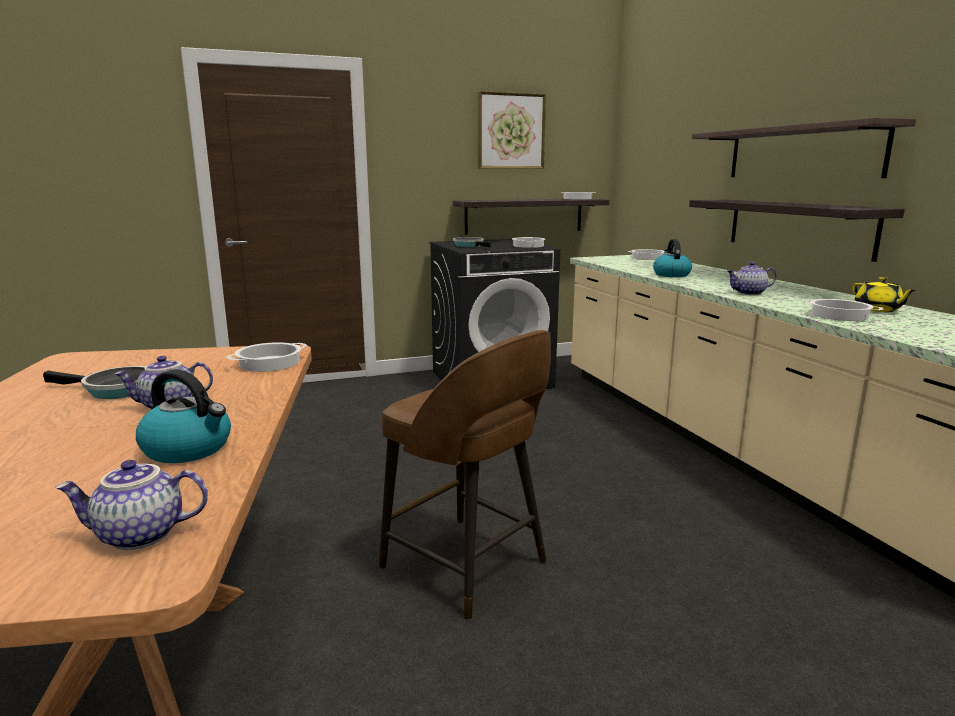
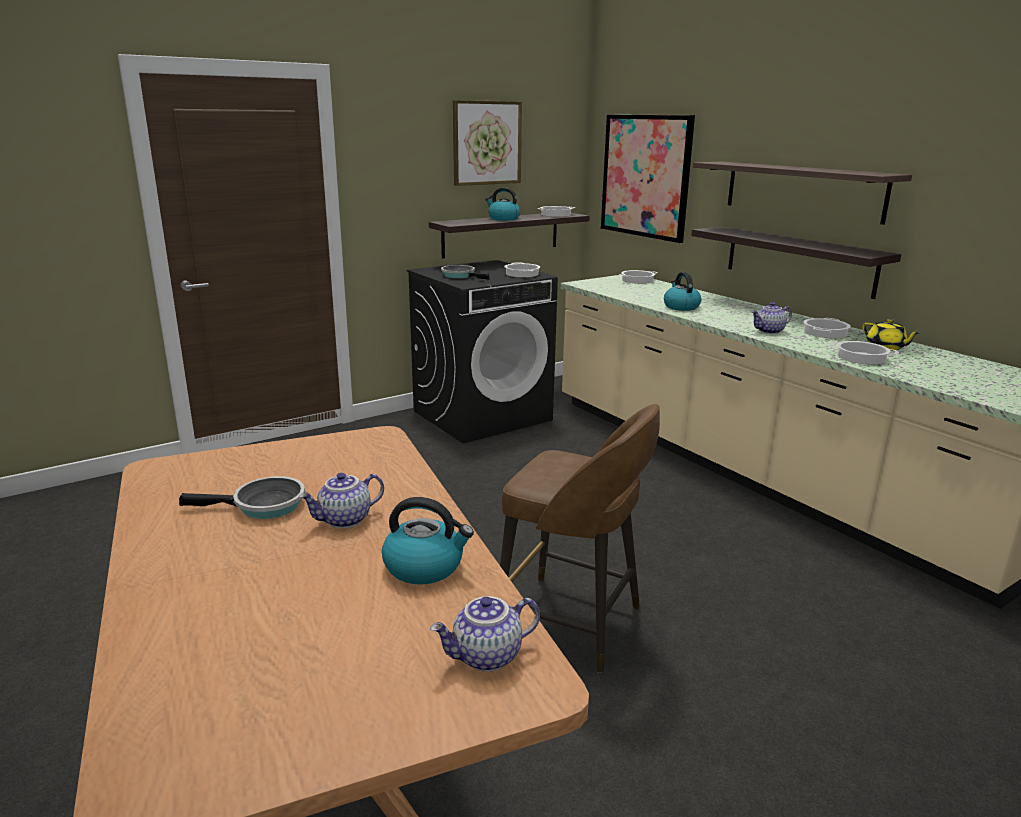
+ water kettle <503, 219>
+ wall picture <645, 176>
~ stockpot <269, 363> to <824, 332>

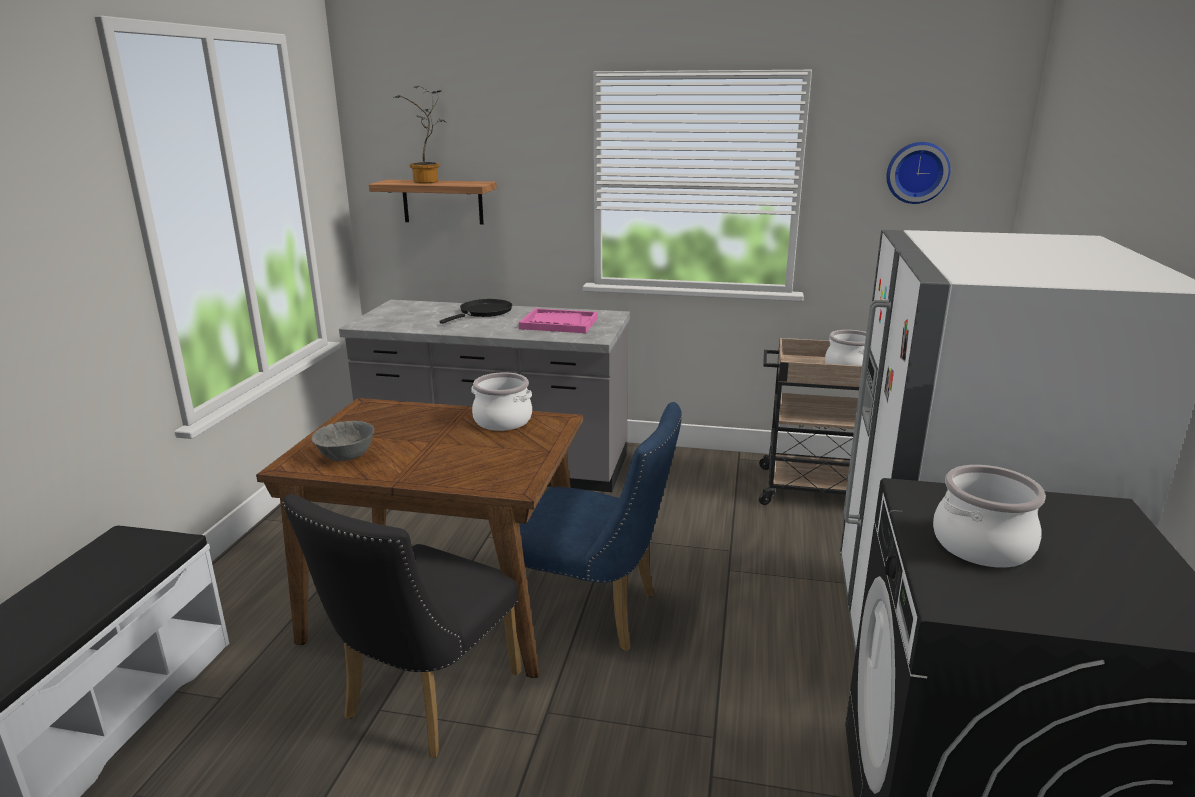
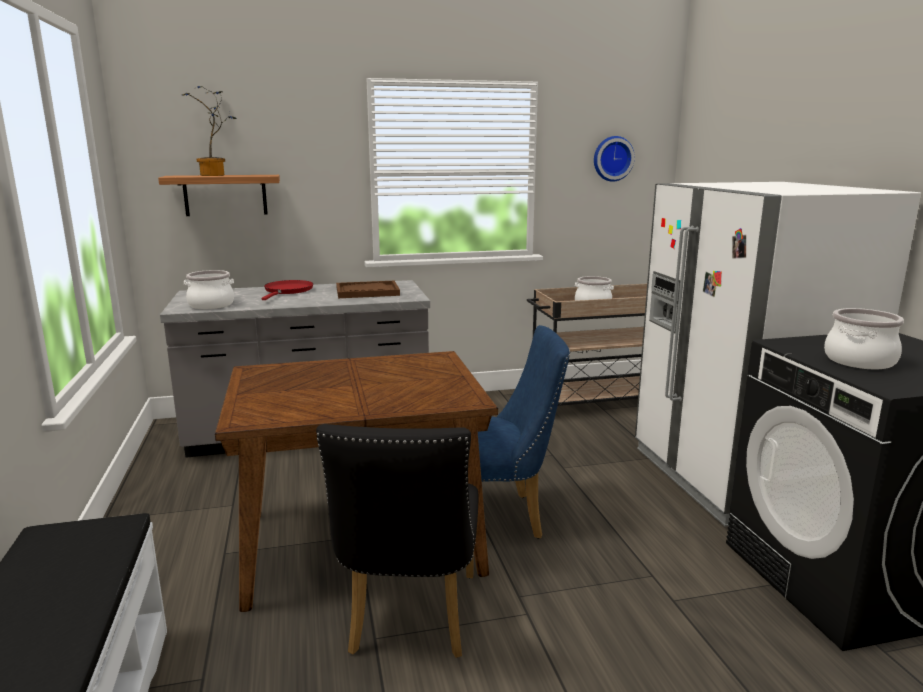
- grey serving bowl <346, 456>
~ stockpot <503, 421> to <211, 305>
~ blackish frying pan <483, 312> to red frying pan <287, 291>
~ pinkish carrying tray <559, 323> to brown carrying tray <367, 292>

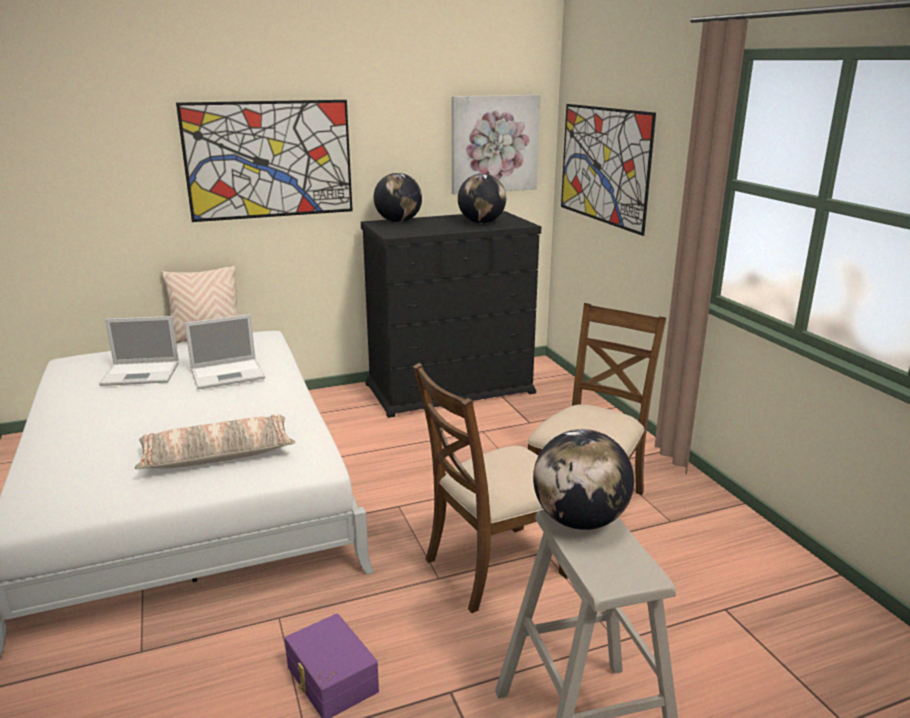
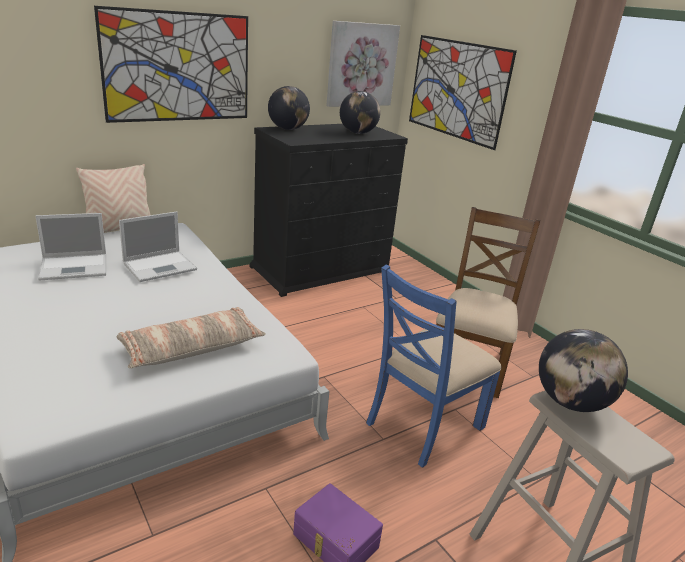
~ brown plain chair <495, 566> to bluish plain chair <423, 424>

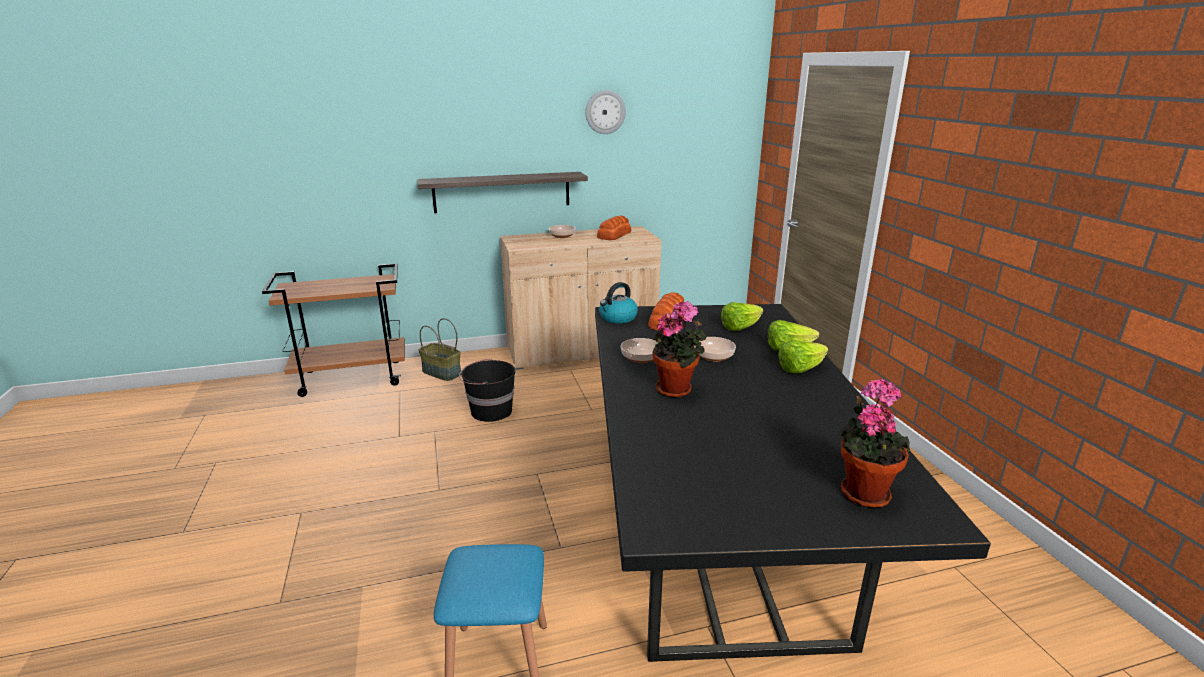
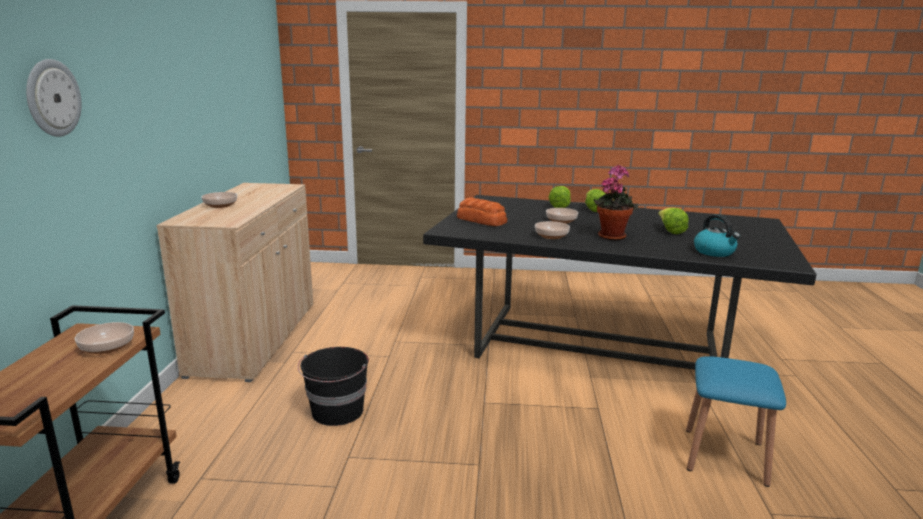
- shelf <502, 192>
- basket <441, 373>
- bread <613, 235>
- houseplant <863, 491>
+ serving bowl <107, 347>
~ wall clock <605, 112> to <52, 98>
~ water kettle <617, 318> to <715, 252>
~ head of lettuce <740, 328> to <670, 231>

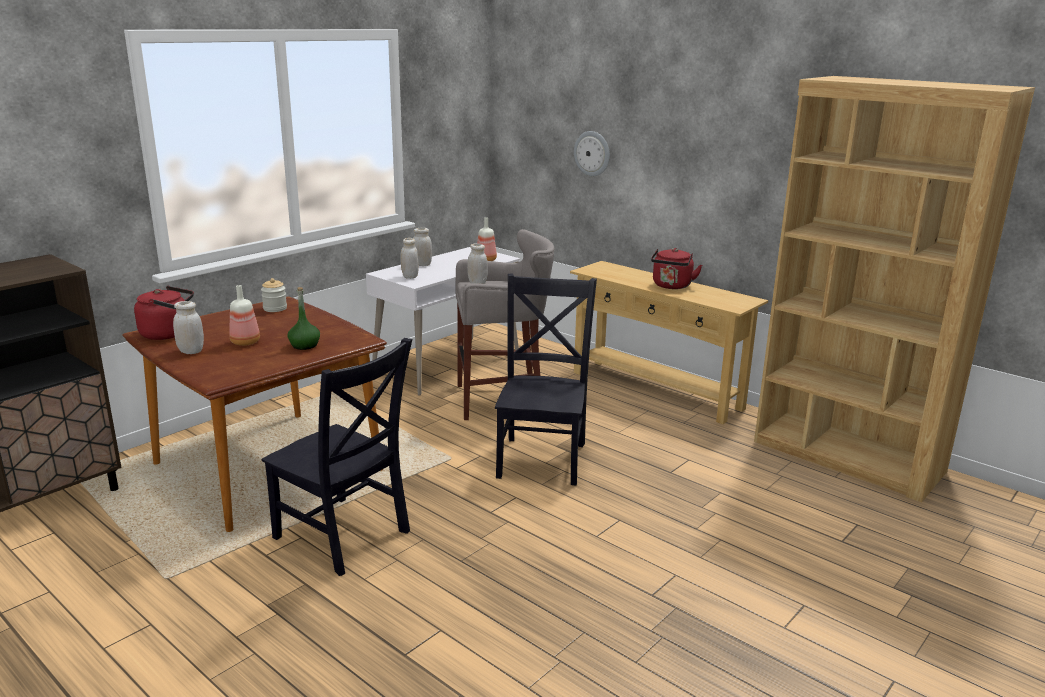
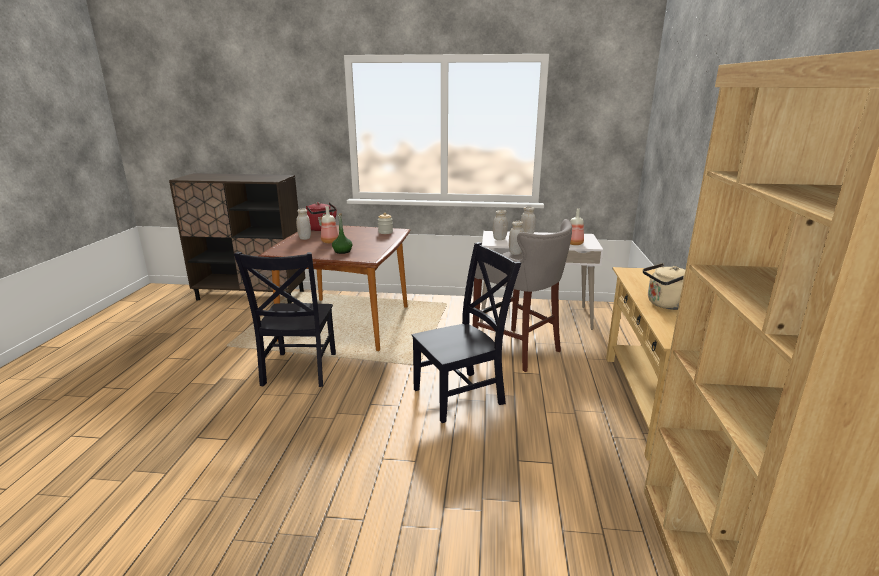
- wall clock <592, 153>
~ red water kettle <671, 286> to beige water kettle <665, 304>

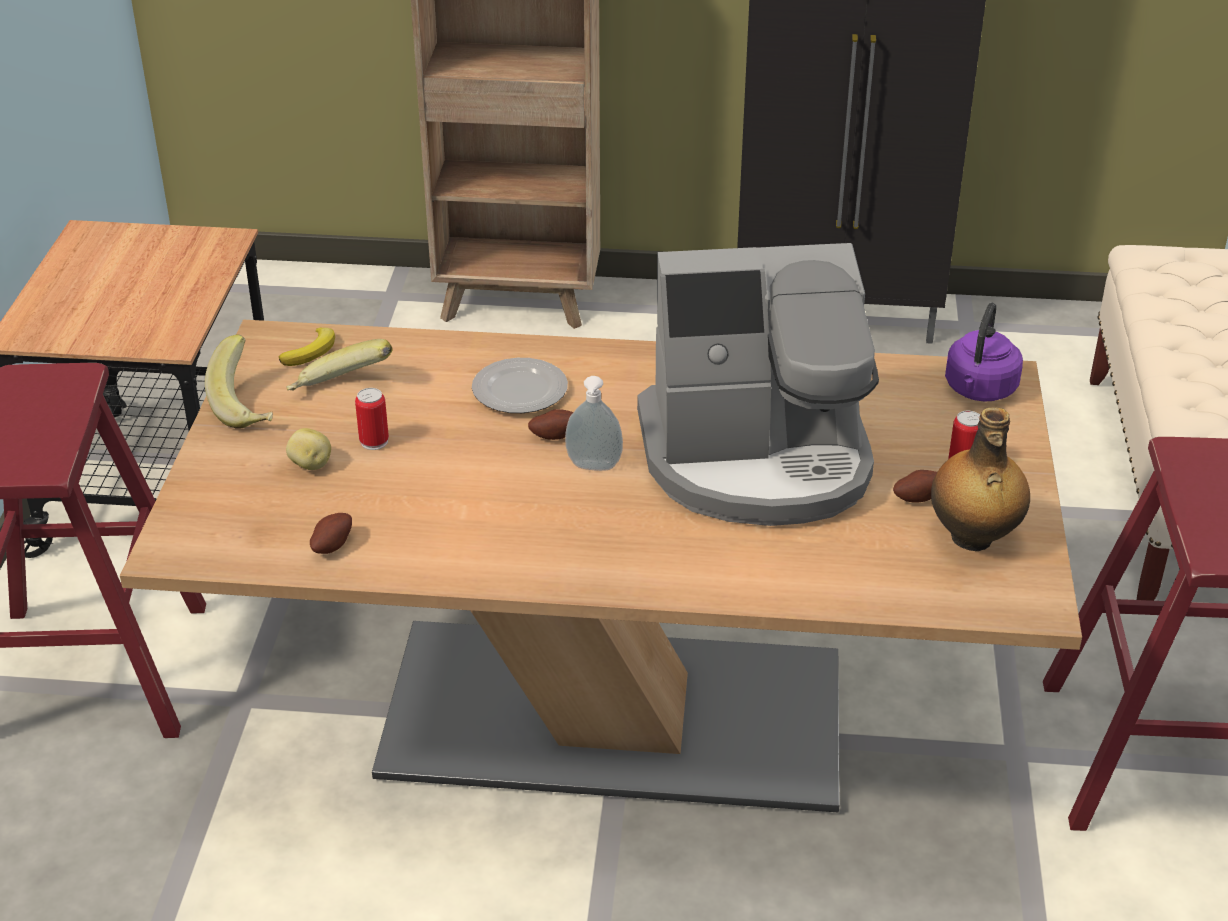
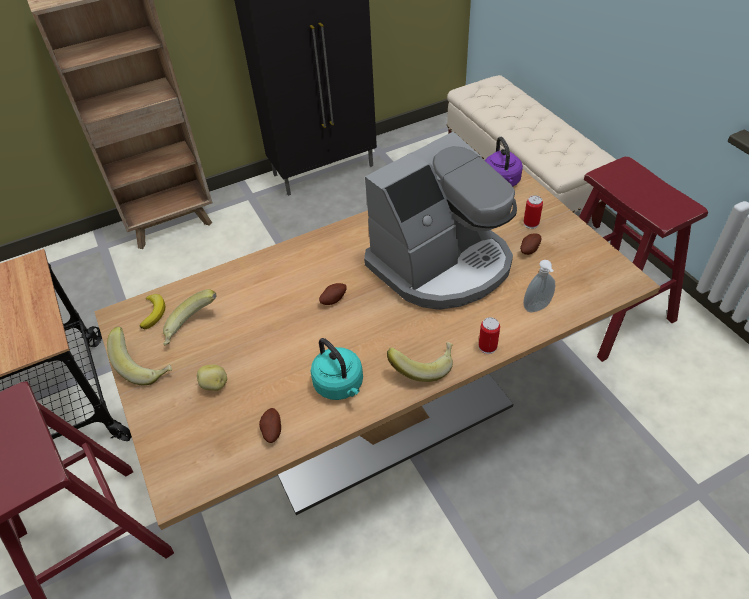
- dinner plate <520, 390>
- bottle <972, 538>
+ turquoise-coloured water kettle <340, 385>
+ whole banana <422, 366>
~ sealed can <374, 441> to <487, 347>
~ liquid soap bottle <593, 467> to <537, 308>

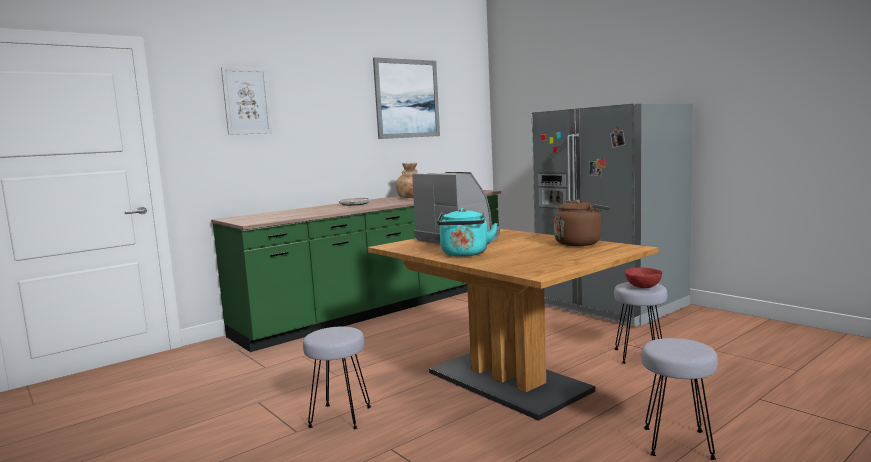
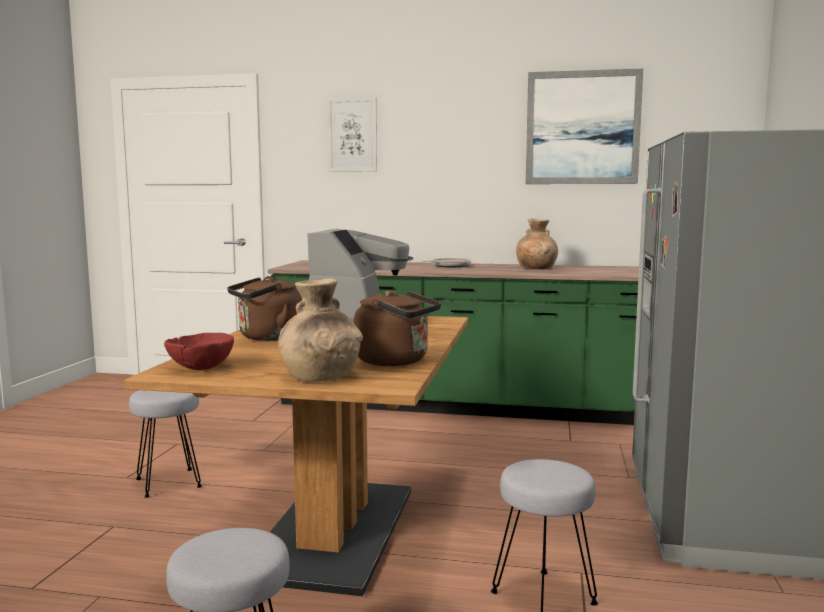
+ brown vase <320, 377>
~ red serving bowl <643, 287> to <200, 368>
~ turquoise-coloured water kettle <465, 254> to brown water kettle <267, 338>

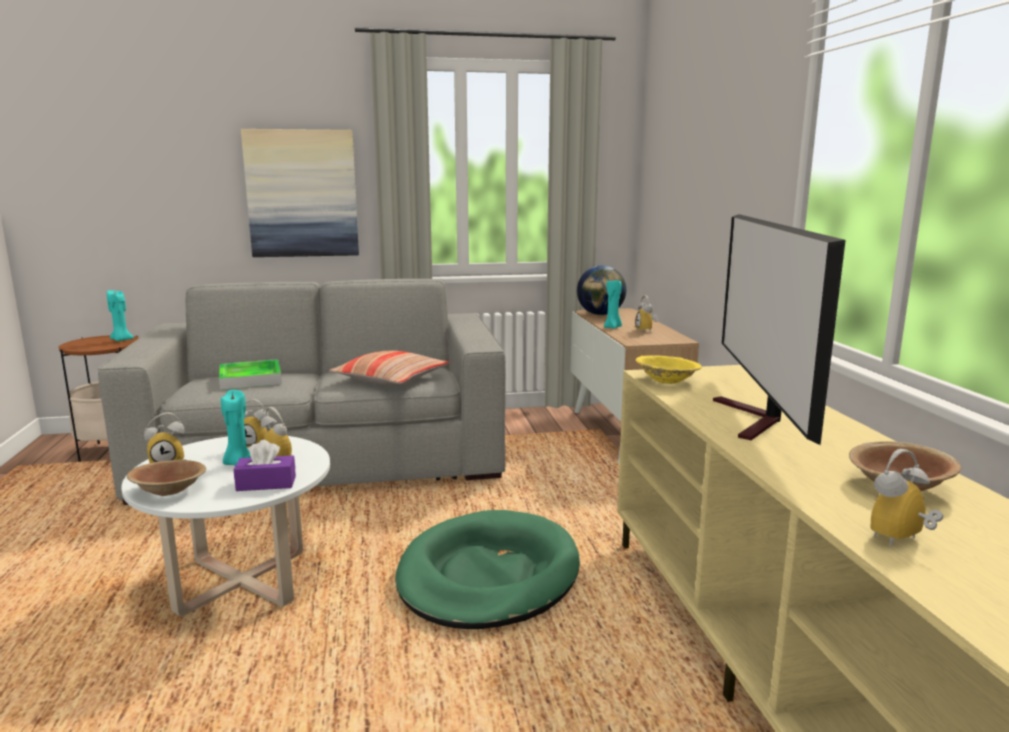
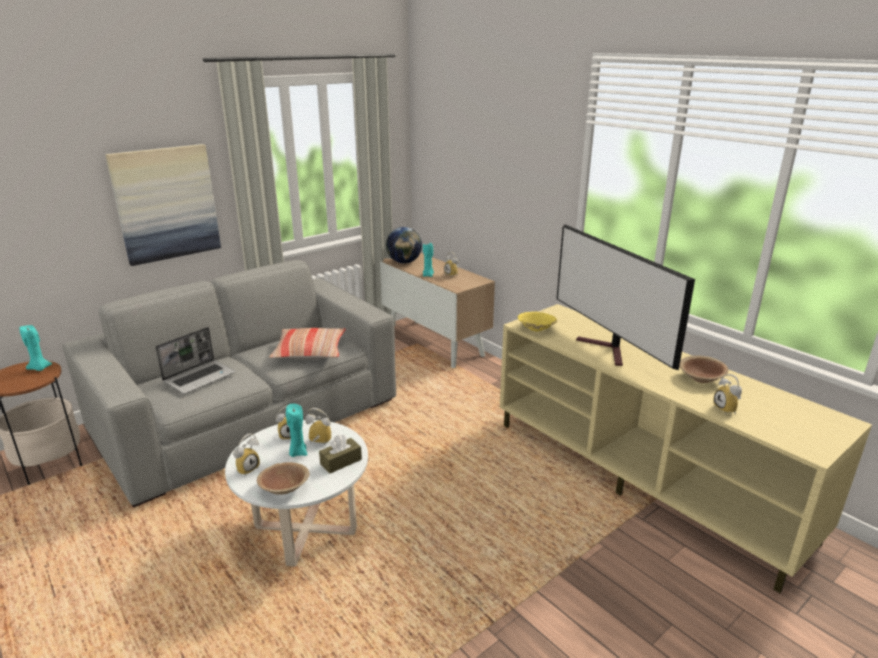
- green pet bed <488, 575>
~ carrying tray <250, 379> to notebook computer <200, 377>
~ purple box of tissues <266, 483> to brown box of tissues <341, 462>
~ alarm clock <901, 541> = <728, 409> 45 degrees counterclockwise

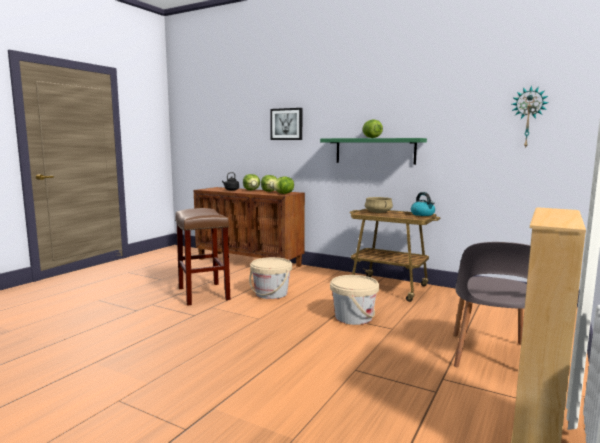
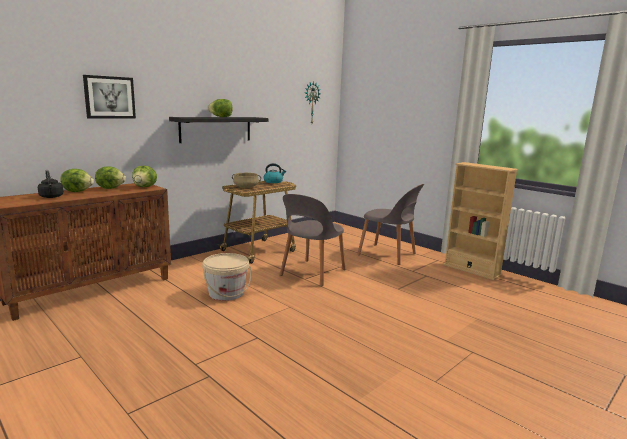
- brown stool <204, 294>
~ beige pail <353, 317> to grey plain chair <312, 273>
~ green shelf <375, 151> to blackish shelf <216, 129>

